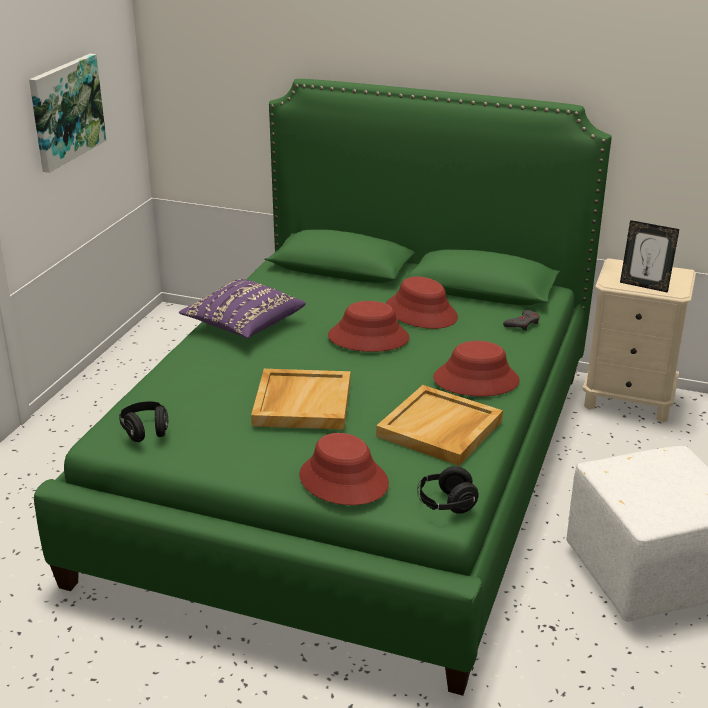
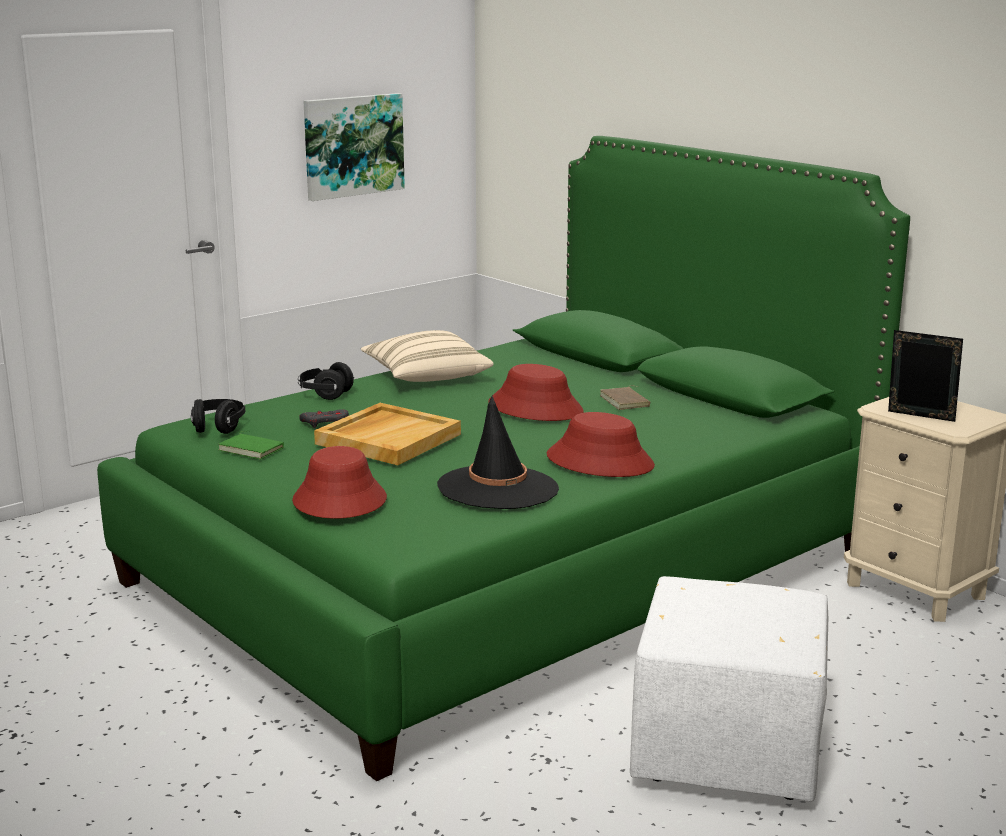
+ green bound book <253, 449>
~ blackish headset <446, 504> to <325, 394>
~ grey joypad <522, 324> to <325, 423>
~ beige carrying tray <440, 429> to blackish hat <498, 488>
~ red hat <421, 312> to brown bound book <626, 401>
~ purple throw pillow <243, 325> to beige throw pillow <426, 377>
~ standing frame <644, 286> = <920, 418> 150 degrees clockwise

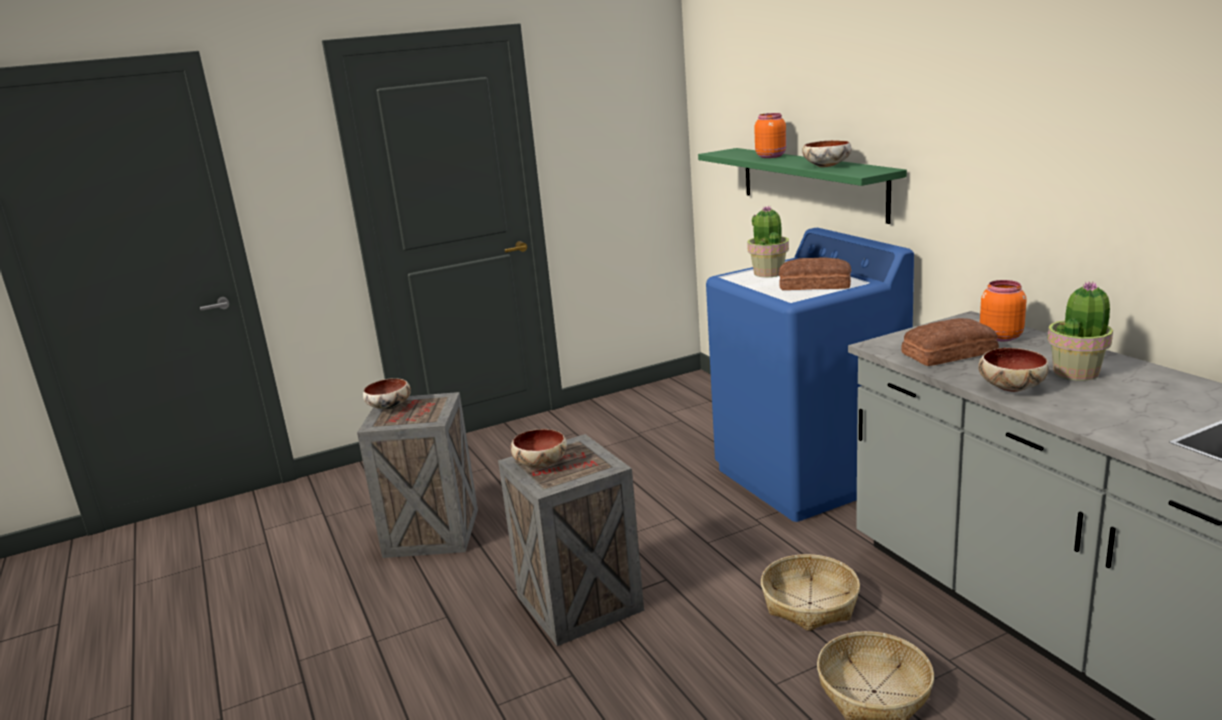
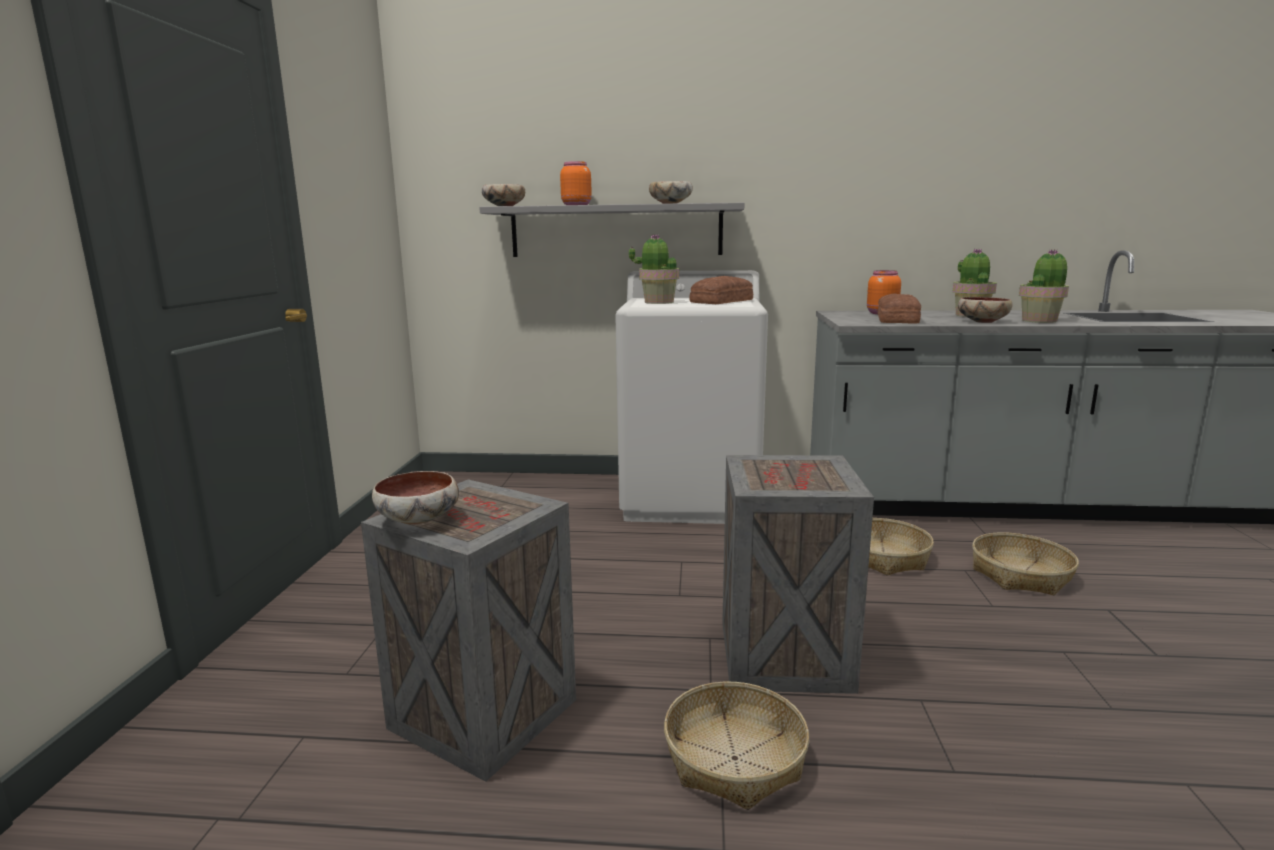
+ basket <734, 758>
+ houseplant <1040, 320>
~ serving bowl <539, 464> to <503, 206>
~ green shelf <811, 182> to grey shelf <616, 231>
~ bluish washing machine <809, 476> to whitish washing machine <691, 498>

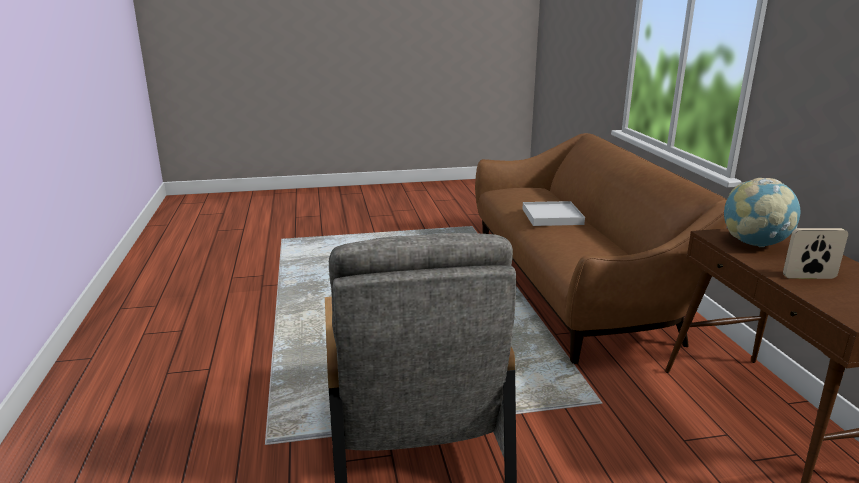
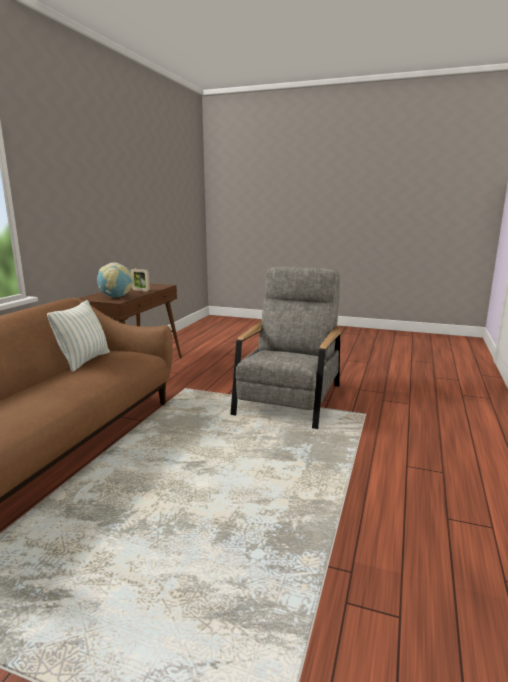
- whitish carrying tray <552, 216>
+ throw pillow <84, 361>

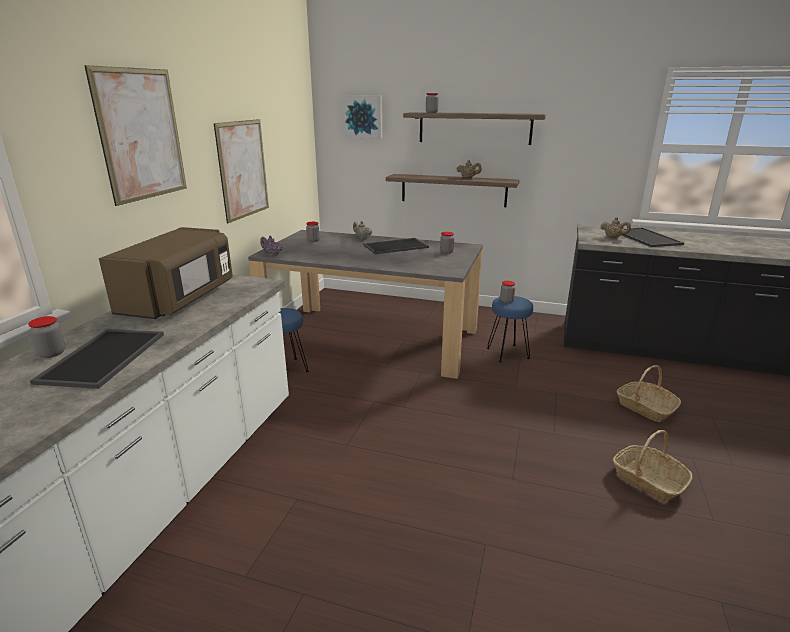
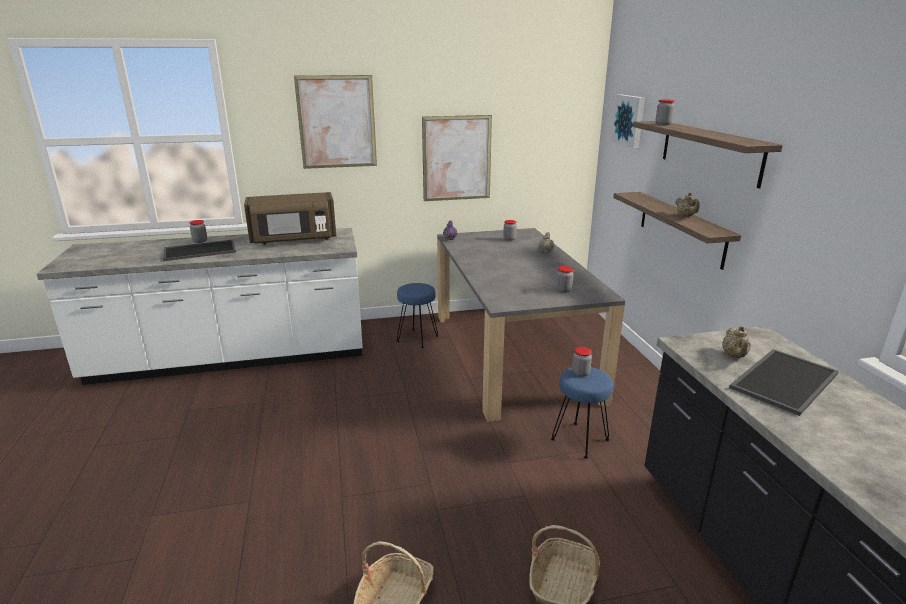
- carrying tray <396, 246>

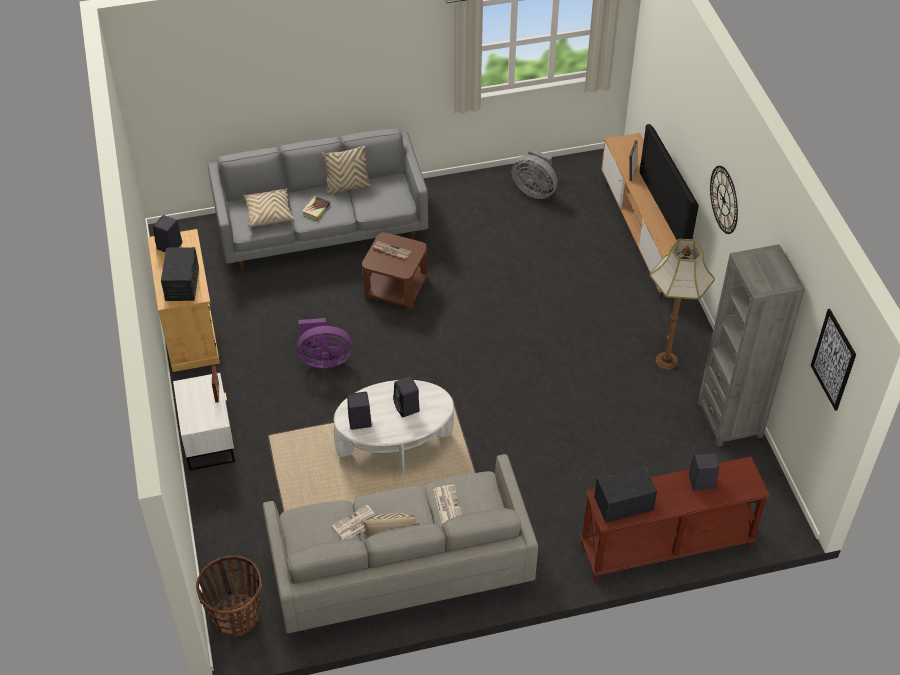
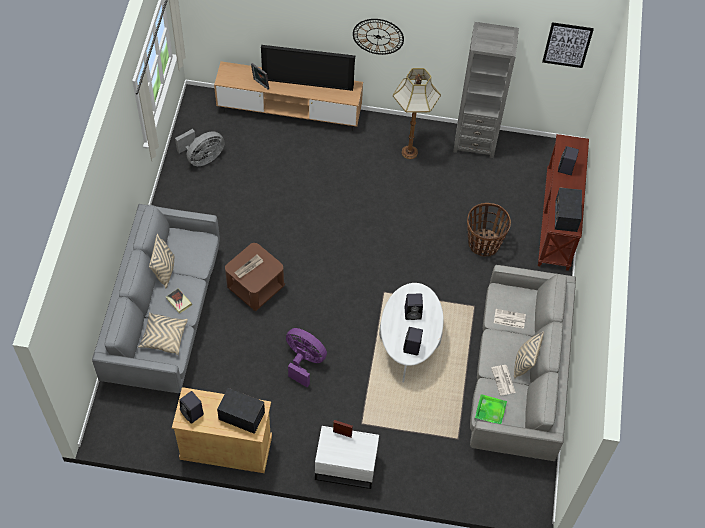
+ carrying tray <490, 411>
~ basket <235, 615> to <483, 243>
~ purple electric fan <324, 359> = <304, 361> 75 degrees counterclockwise

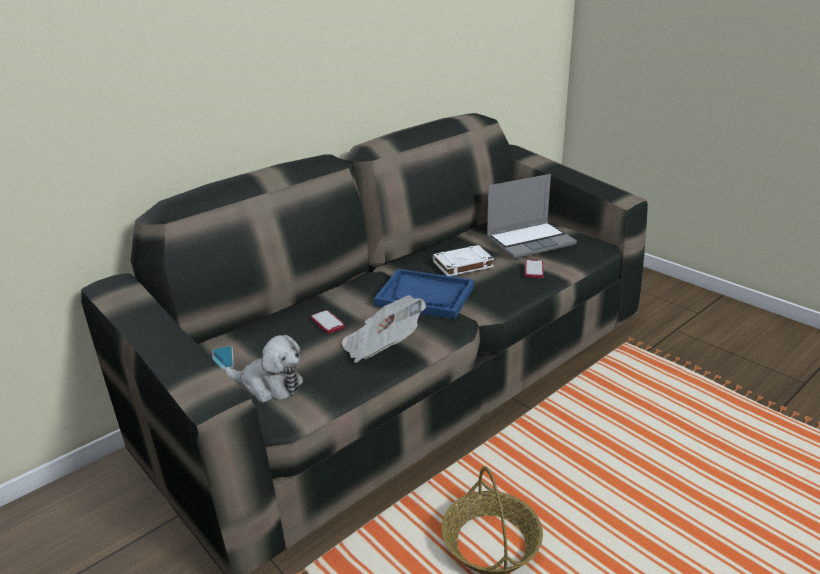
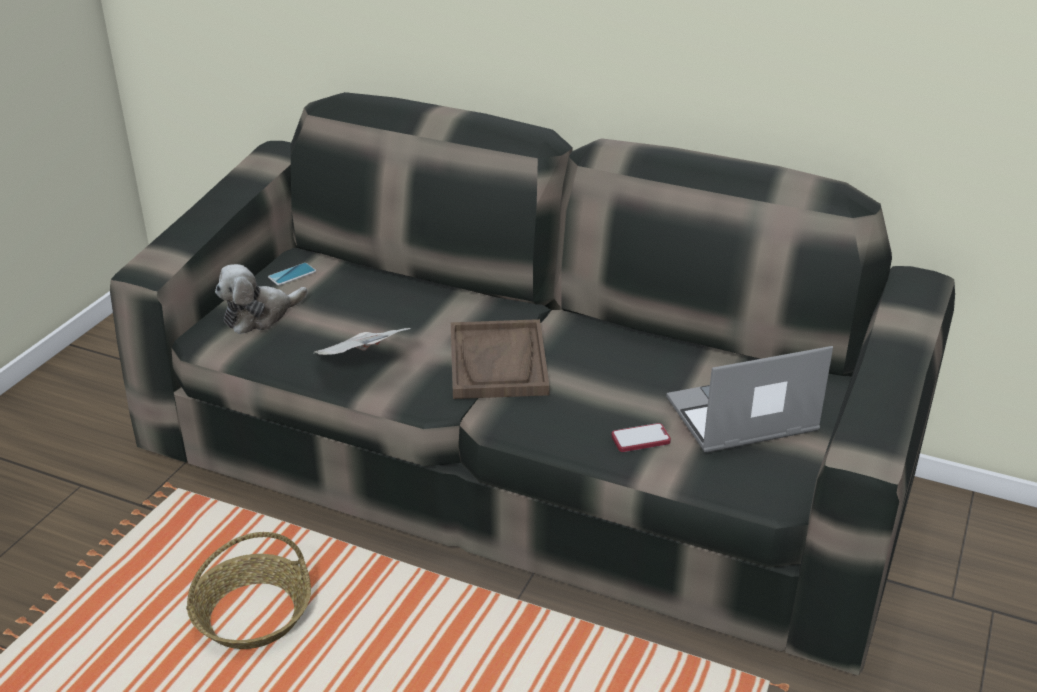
- handset <327, 323>
- whitish bound book <462, 264>
~ bluish carrying tray <425, 296> to brown carrying tray <498, 362>
~ plush toy <269, 385> = <260, 316> 60 degrees clockwise
~ notebook computer <530, 241> = <740, 418> 120 degrees clockwise

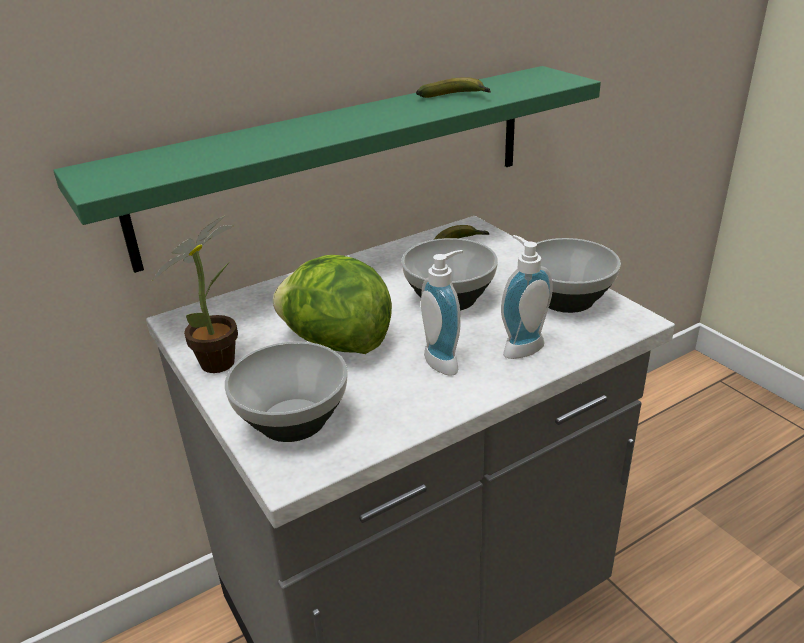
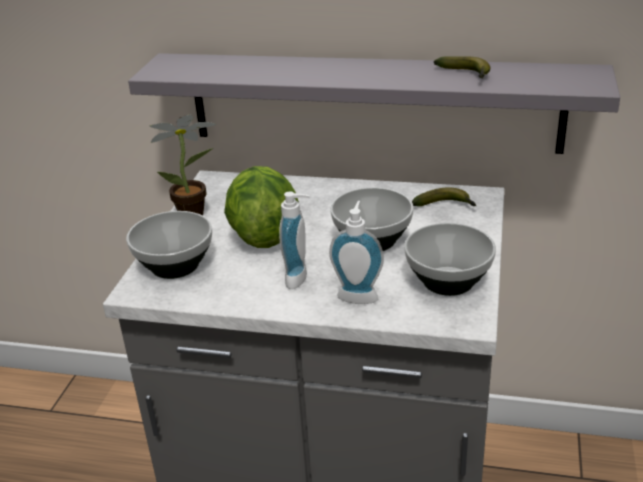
~ green shelf <341, 162> to grey shelf <372, 102>

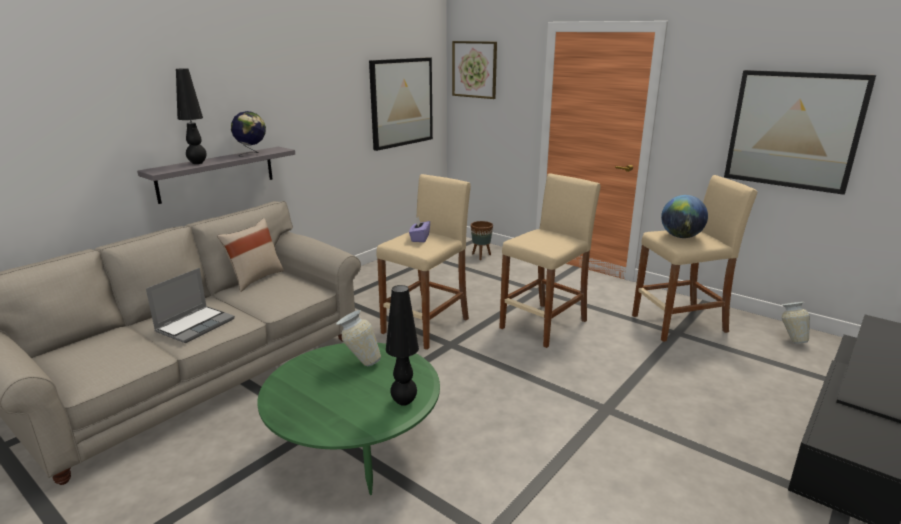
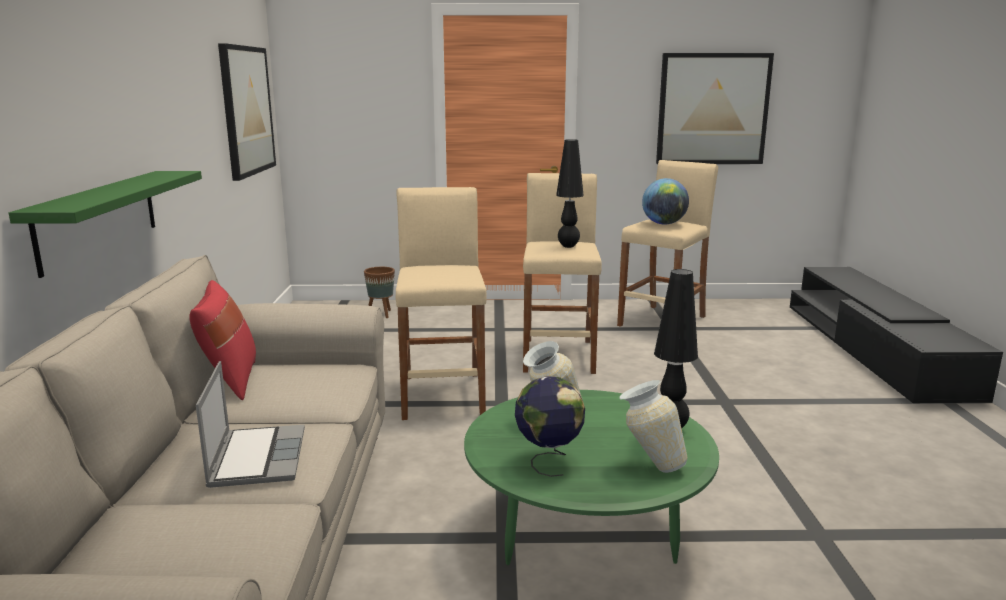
- purple box of tissues <419, 238>
- wall picture <474, 69>
~ blackish table lamp <197, 163> to <568, 246>
~ world globe <251, 154> to <549, 461>
~ vase <790, 339> to <649, 465>
~ grey shelf <216, 174> to green shelf <99, 218>
~ beige throw pillow <255, 279> to red throw pillow <230, 381>

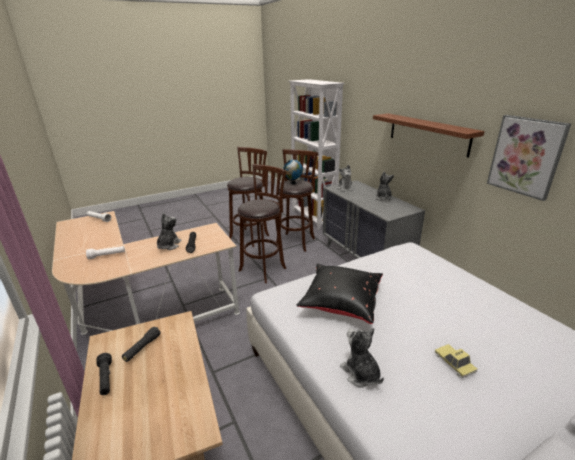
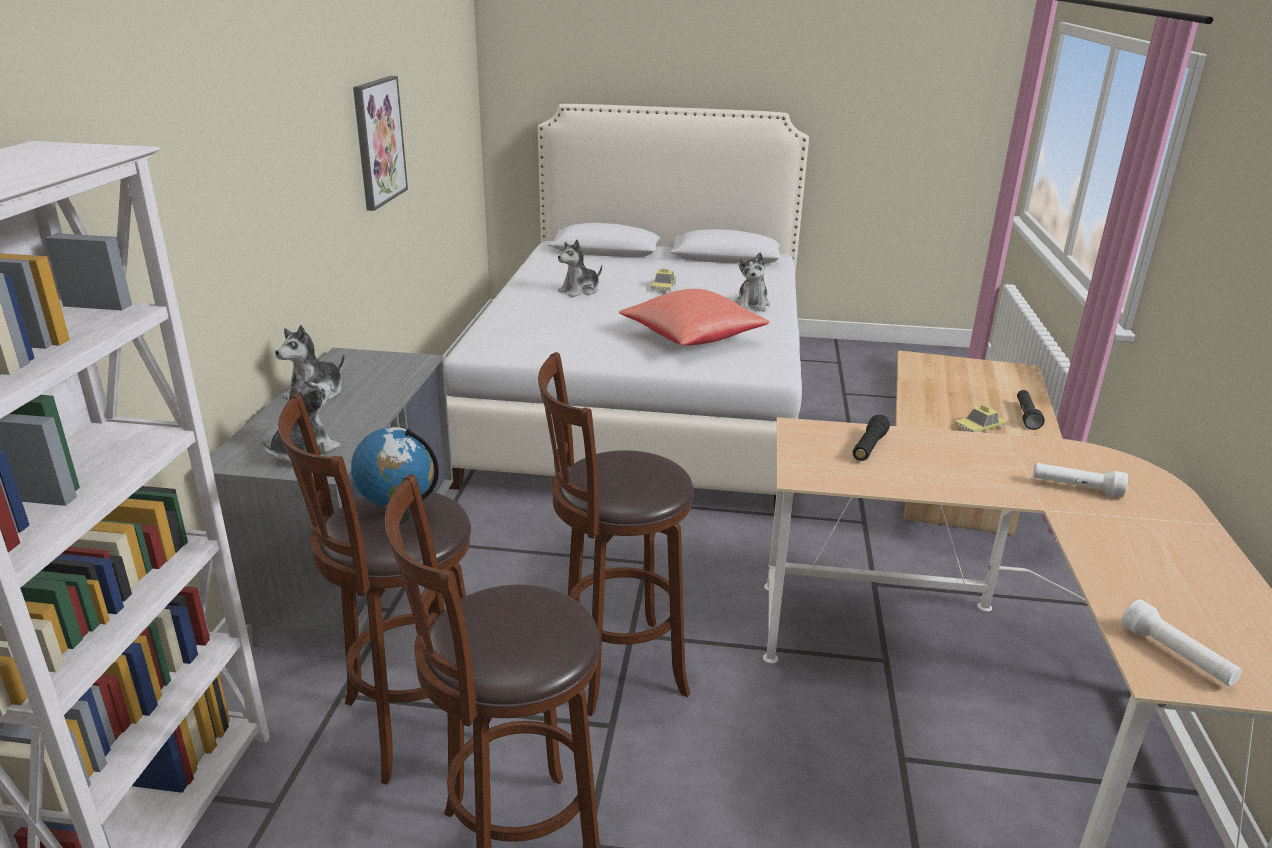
- brown shelf <428, 133>
~ plush toy <168, 245> to <580, 290>
~ blackish flashlight <142, 348> to toy car <979, 427>
~ blackish throw pillow <340, 302> to red throw pillow <694, 339>

